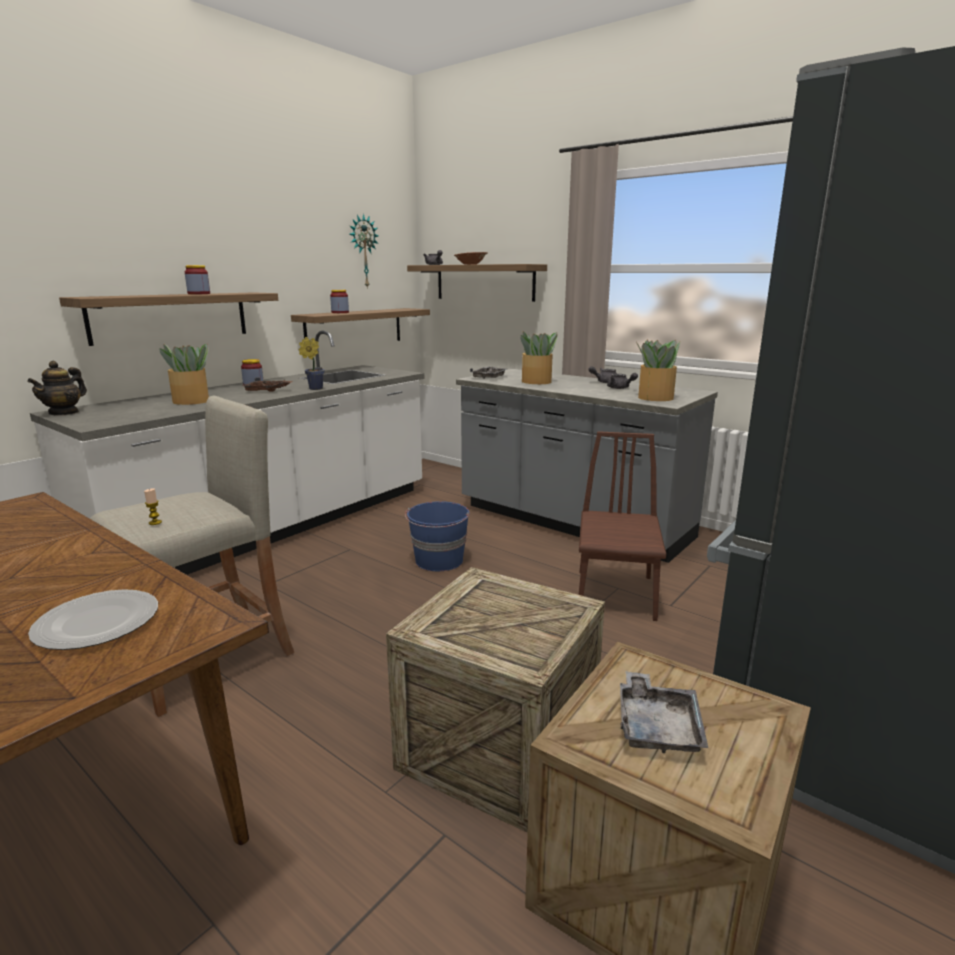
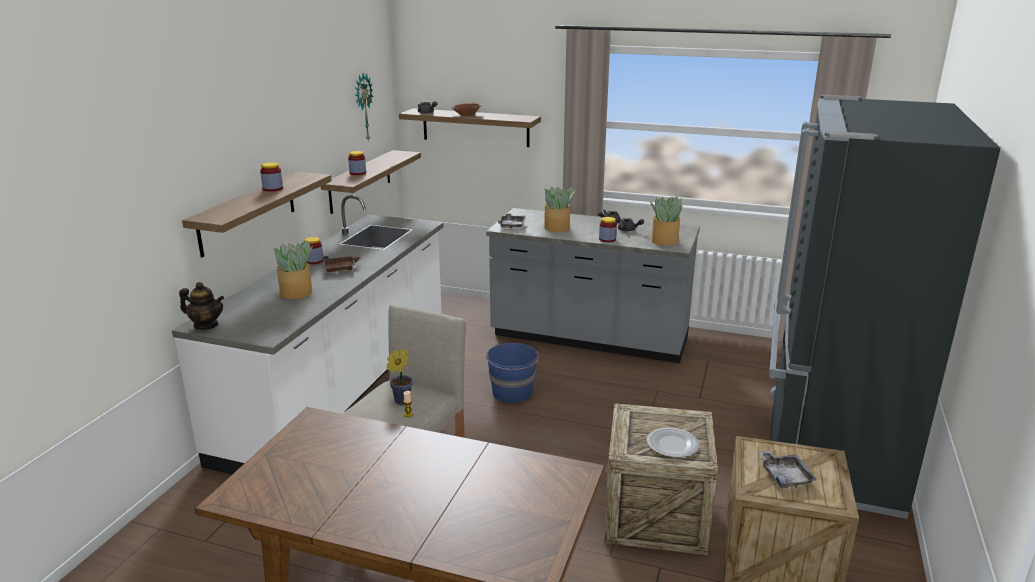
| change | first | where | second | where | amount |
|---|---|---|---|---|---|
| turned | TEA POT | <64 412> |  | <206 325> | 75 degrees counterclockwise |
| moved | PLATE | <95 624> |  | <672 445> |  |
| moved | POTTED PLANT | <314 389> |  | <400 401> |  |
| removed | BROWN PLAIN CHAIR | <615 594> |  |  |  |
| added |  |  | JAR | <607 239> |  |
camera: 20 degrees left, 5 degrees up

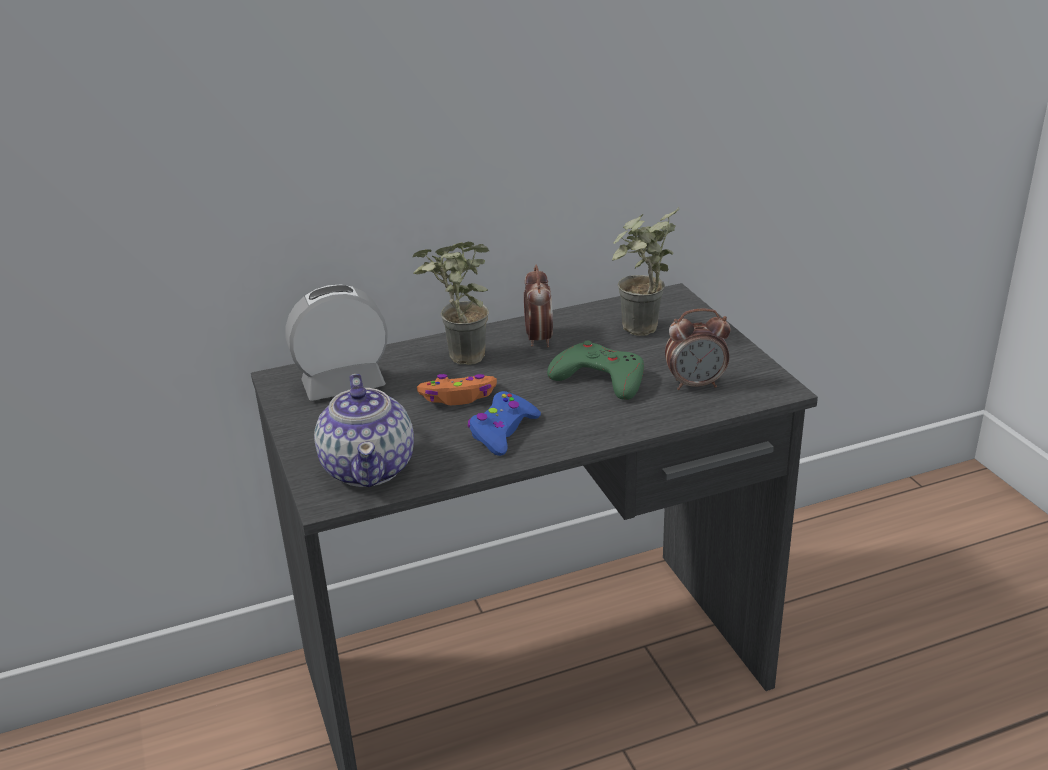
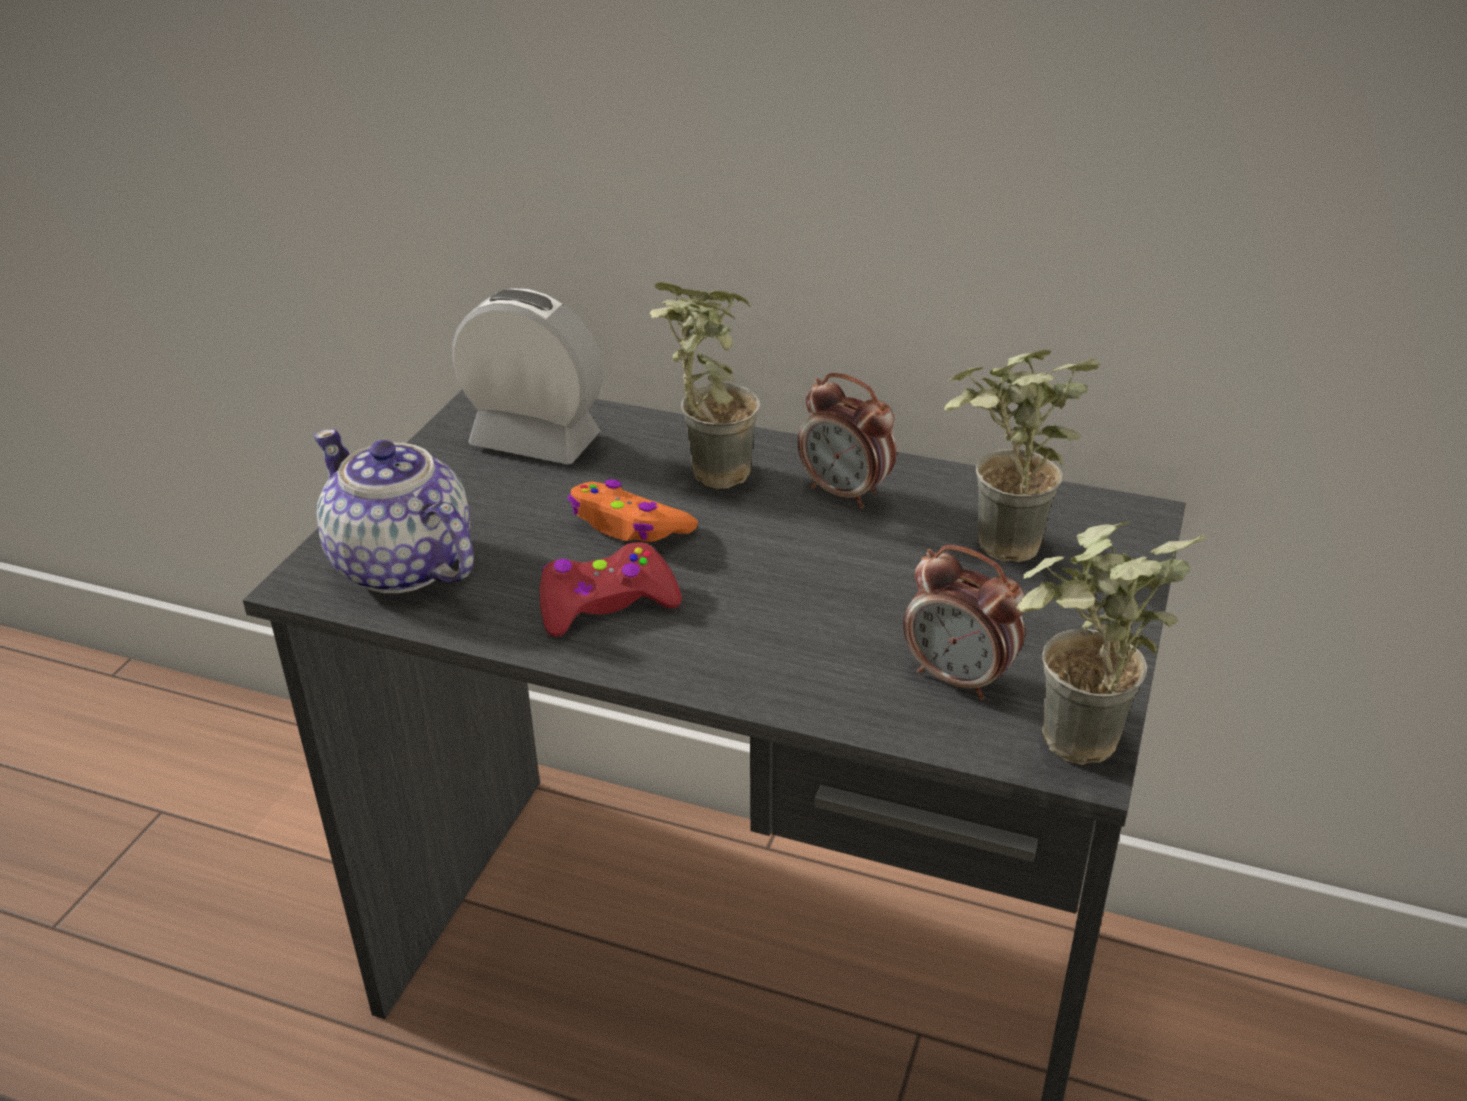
| change | first | where | second | where | amount |
|---|---|---|---|---|---|
| turned | TEA POT | <369 467> |  | <402 566> | 105 degrees clockwise |
| recoloured | BLUISH JOYPAD | <502 432> | REDDISH JOYPAD | <606 603> |  |
| turned | ALARM CLOCK | <538 339> |  | <845 493> | 90 degrees clockwise |
| removed | GREENISH JOYPAD | <600 378> |  |  |  |
| added |  |  | POTTED PLANT | <1069 755> |  |
camera: 40 degrees right, 5 degrees up

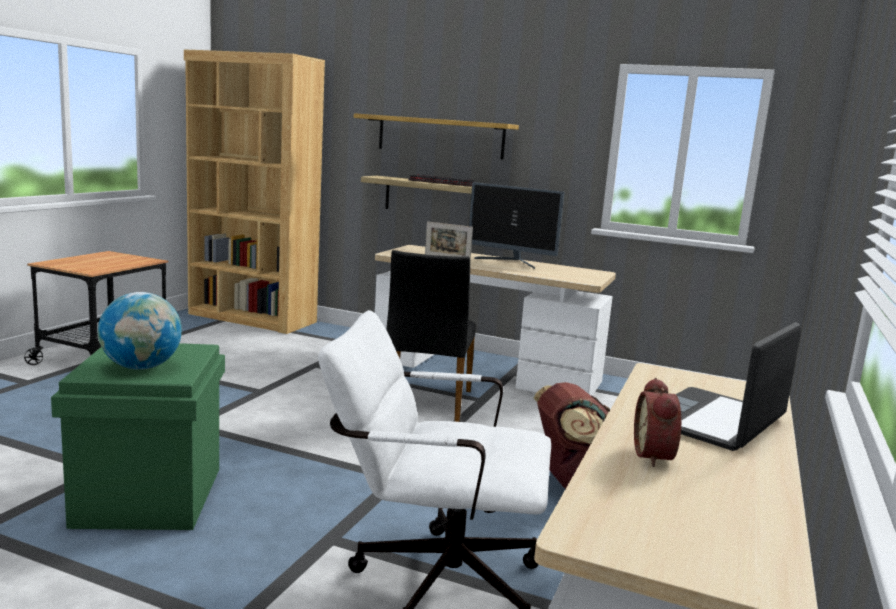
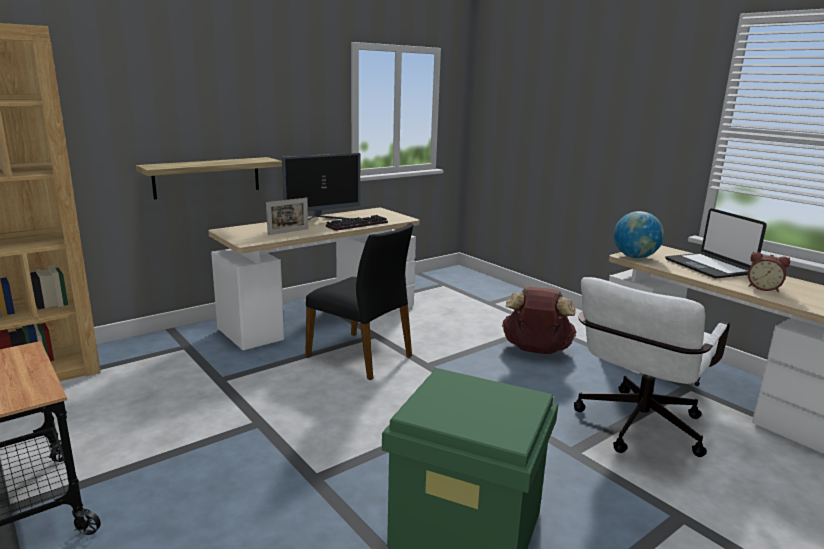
| change | first | where | second | where | amount |
|---|---|---|---|---|---|
| moved | GLOBE | <141 367> |  | <635 257> |  |
| removed | SHELF | <440 136> |  |  |  |
| moved | KEYBOARD | <444 183> |  | <357 224> |  |
camera: 60 degrees left, 5 degrees up

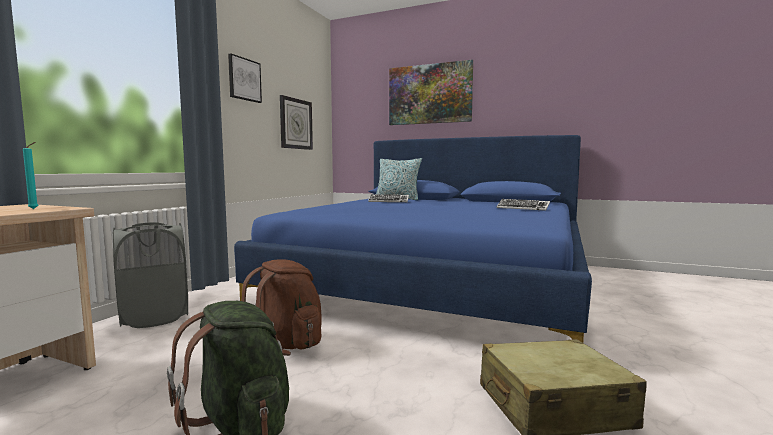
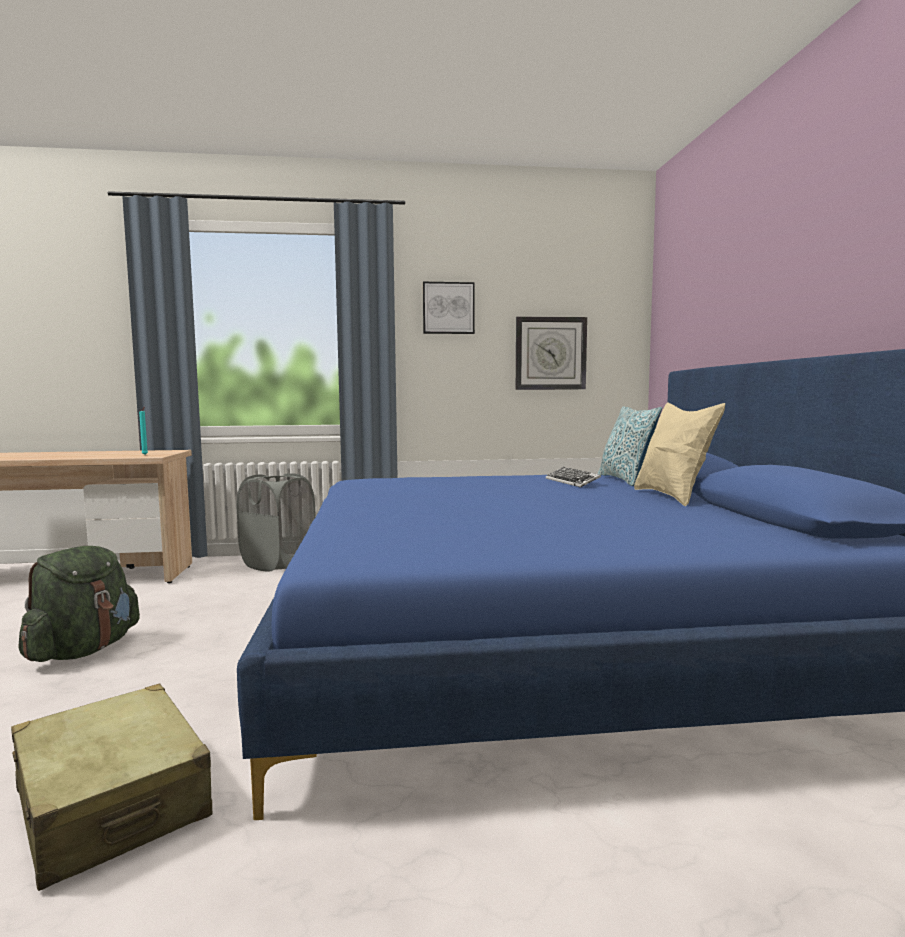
| change | first | where | second | where | amount |
|---|---|---|---|---|---|
| removed | BROWN BACKPACK | <287 343> |  |  |  |
| removed | WALL ART | <429 94> |  |  |  |
| removed | KEYBOARD | <522 208> |  |  |  |
| added |  |  | SAND-COLOURED THROW PILLOW | <673 497> |  |
camera: 60 degrees right, 0 degrees up

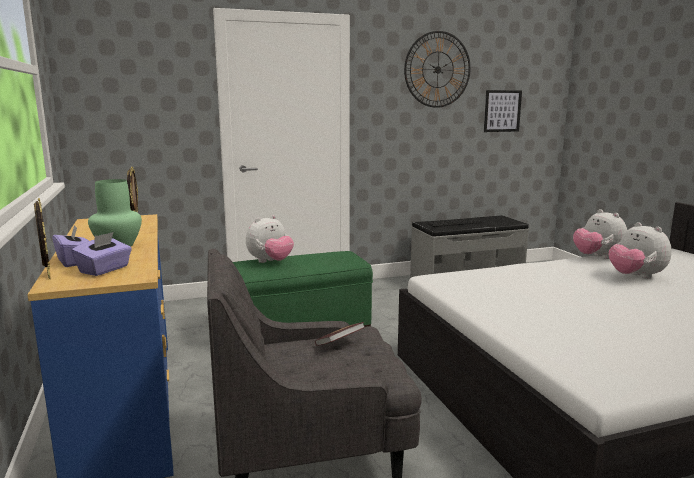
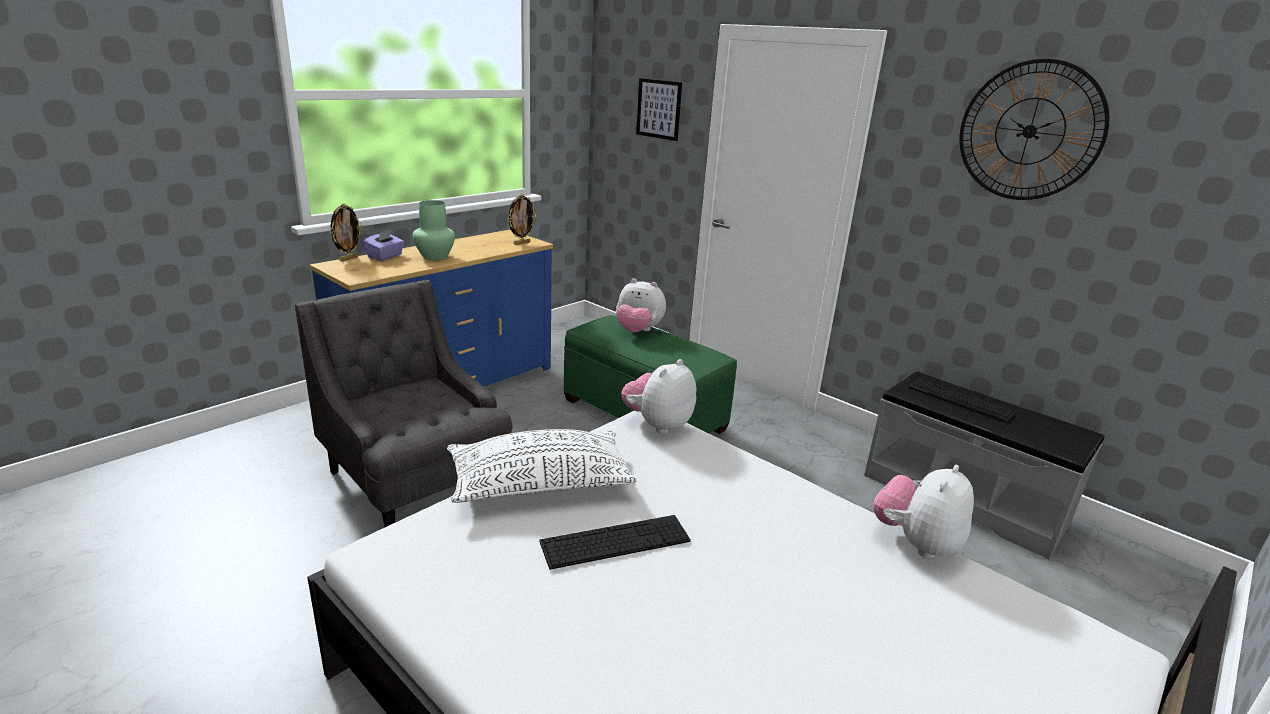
| change | first | where | second | where | amount |
|---|---|---|---|---|---|
| removed | PURPLISH BOX OF TISSUES | <105 270> |  |  |  |
| removed | BOUND BOOK | <340 343> |  |  |  |
| moved | WALL ART | <502 111> |  | <659 109> |  |
| moved | PLUSH TOY | <635 276> |  | <658 424> |  |
| added |  |  | WHITE-COLOURED THROW PILLOW | <540 483> |  |
| added |  |  | KEYBOARD | <615 541> |  |
camera: 60 degrees right, 10 degrees up

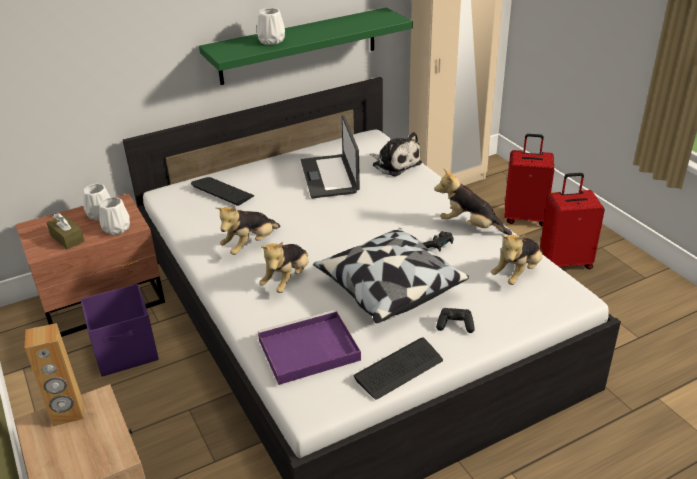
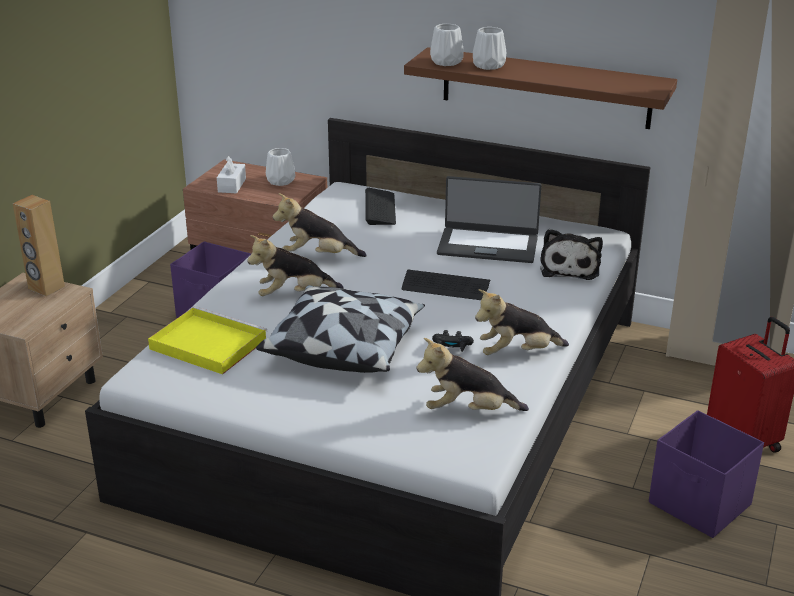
| change | first | where | second | where | amount |
|---|---|---|---|---|---|
| recoloured | BROWN BOX OF TISSUES | <67 238> | WHITE-COLOURED BOX OF TISSUES | <232 185> |  |
| moved | WHITE-COLOURED FLOWER VASE | <117 228> |  | <447 62> |  |
| recoloured | GREENISH SHELF | <298 46> | BROWN SHELF | <545 88> |  |
| recoloured | PURPLISH SERVING TRAY | <307 351> | YELLOW-COLOURED SERVING TRAY | <206 344> |  |
| turned | PORTABLE COMPUTER | <330 176> |  | <488 245> | 120 degrees counterclockwise |
| moved | KEYBOARD | <399 369> |  | <445 287> |  |
| turned | PLUSH TOY | <470 226> |  | <517 353> | 90 degrees counterclockwise |
| removed | BLACK-COLOURED JOYPAD | <455 325> |  |  |  |
| replaced | REDDISH TRAVEL CASE | <565 261> | PURPLISH STORAGE BOX | <700 505> |  |
camera: 50 degrees right, 5 degrees down

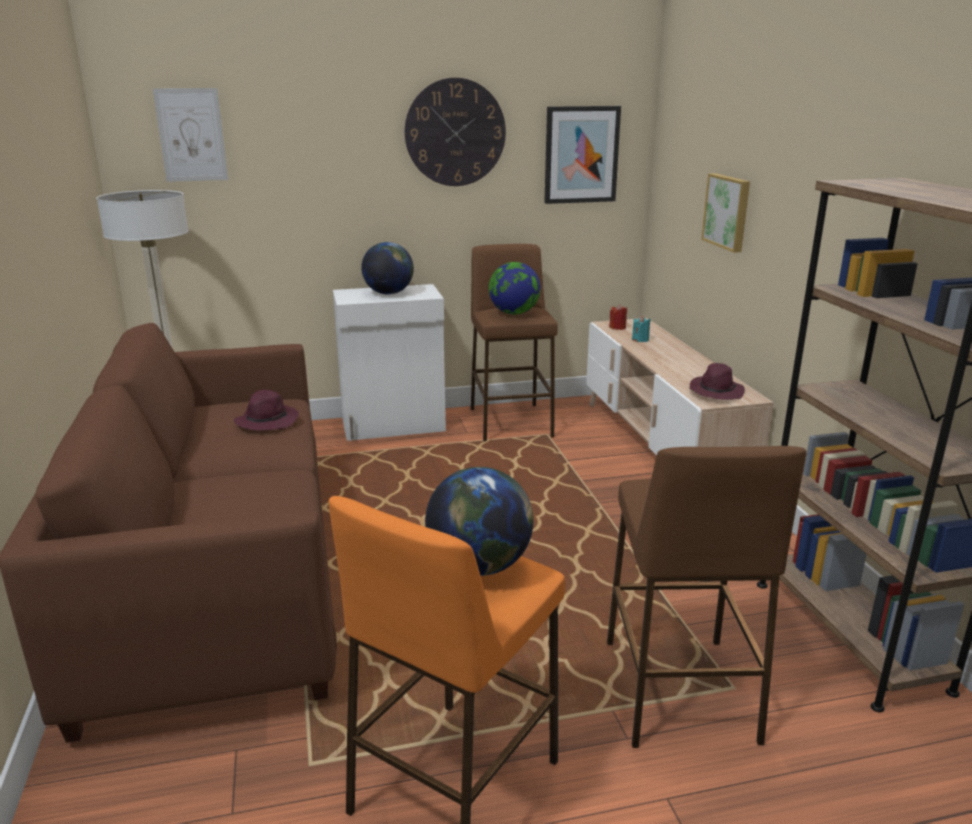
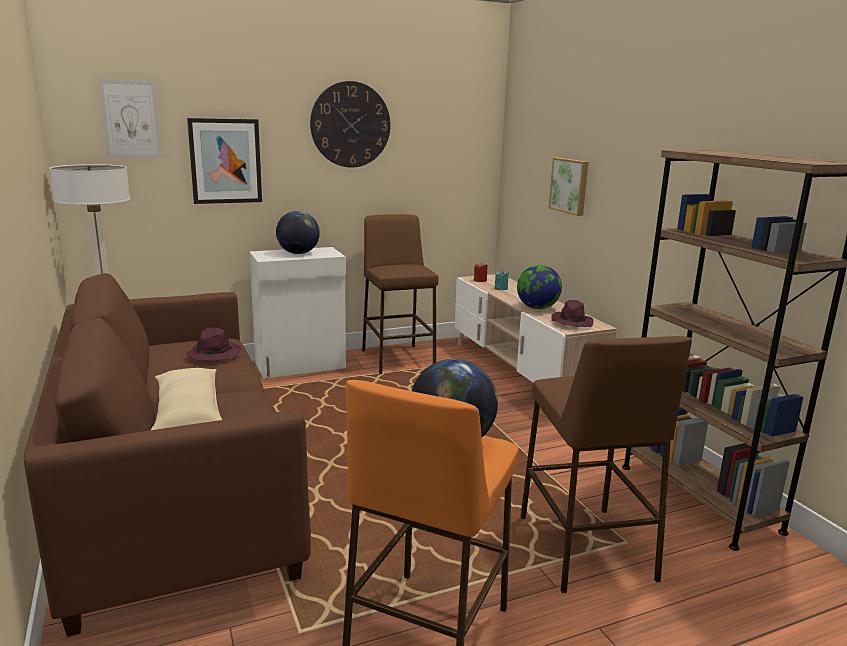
| change | first | where | second | where | amount |
|---|---|---|---|---|---|
| moved | GLOBE | <514 313> |  | <537 308> |  |
| moved | WALL ART | <581 155> |  | <225 161> |  |
| added |  |  | SAND-COLOURED THROW PILLOW | <188 413> |  |
camera: 10 degrees left, 5 degrees down

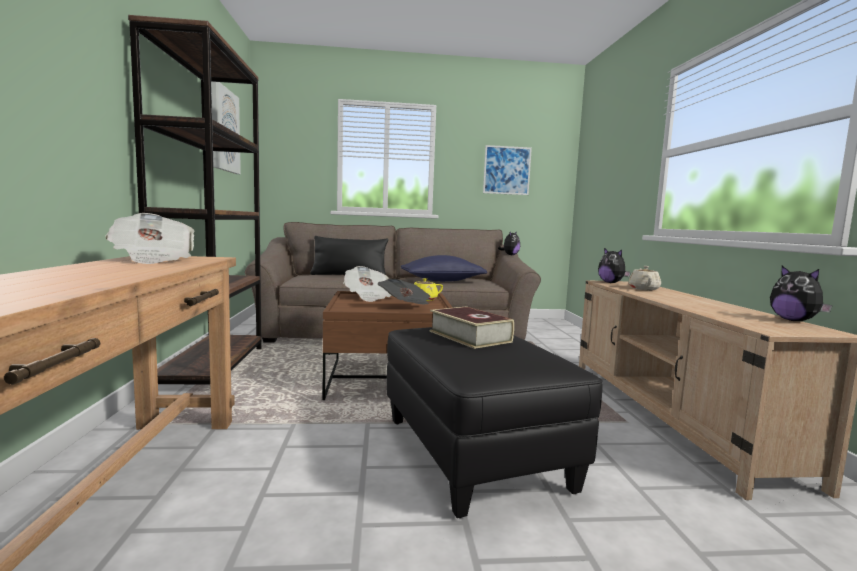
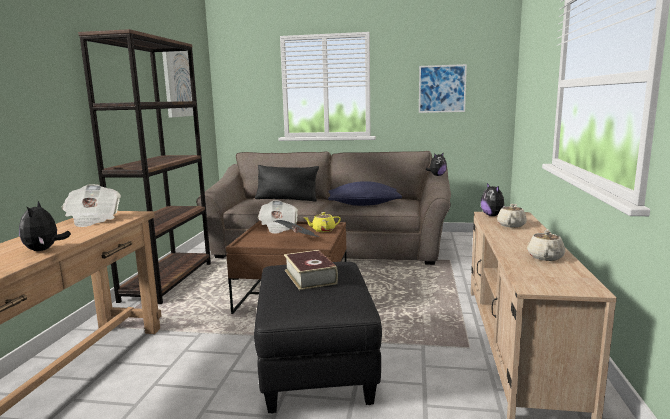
| change | first | where | second | where | amount |
|---|---|---|---|---|---|
| moved | PLUSH TOY | <794 320> |  | <44 250> |  |
| added |  |  | SAND-COLOURED TEA POT | <545 257> |  |
camera: 15 degrees right, 5 degrees up

